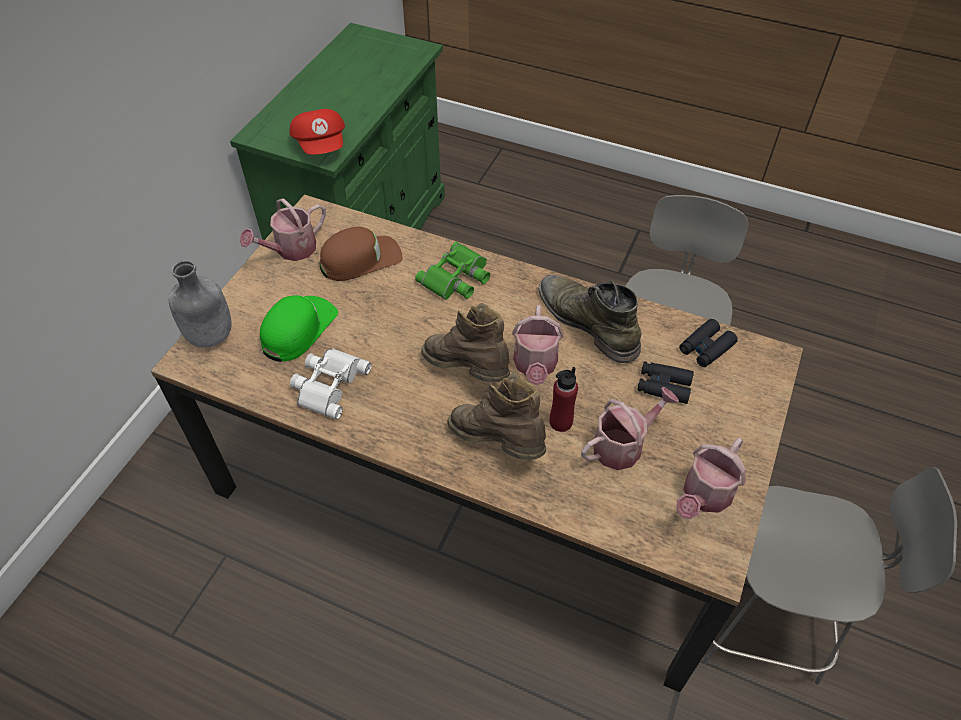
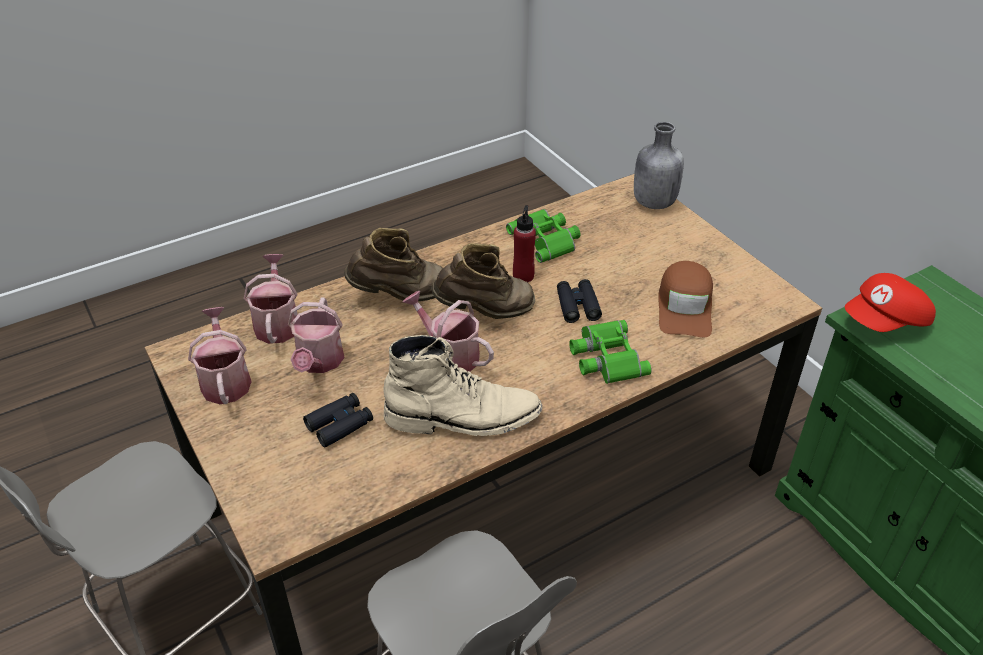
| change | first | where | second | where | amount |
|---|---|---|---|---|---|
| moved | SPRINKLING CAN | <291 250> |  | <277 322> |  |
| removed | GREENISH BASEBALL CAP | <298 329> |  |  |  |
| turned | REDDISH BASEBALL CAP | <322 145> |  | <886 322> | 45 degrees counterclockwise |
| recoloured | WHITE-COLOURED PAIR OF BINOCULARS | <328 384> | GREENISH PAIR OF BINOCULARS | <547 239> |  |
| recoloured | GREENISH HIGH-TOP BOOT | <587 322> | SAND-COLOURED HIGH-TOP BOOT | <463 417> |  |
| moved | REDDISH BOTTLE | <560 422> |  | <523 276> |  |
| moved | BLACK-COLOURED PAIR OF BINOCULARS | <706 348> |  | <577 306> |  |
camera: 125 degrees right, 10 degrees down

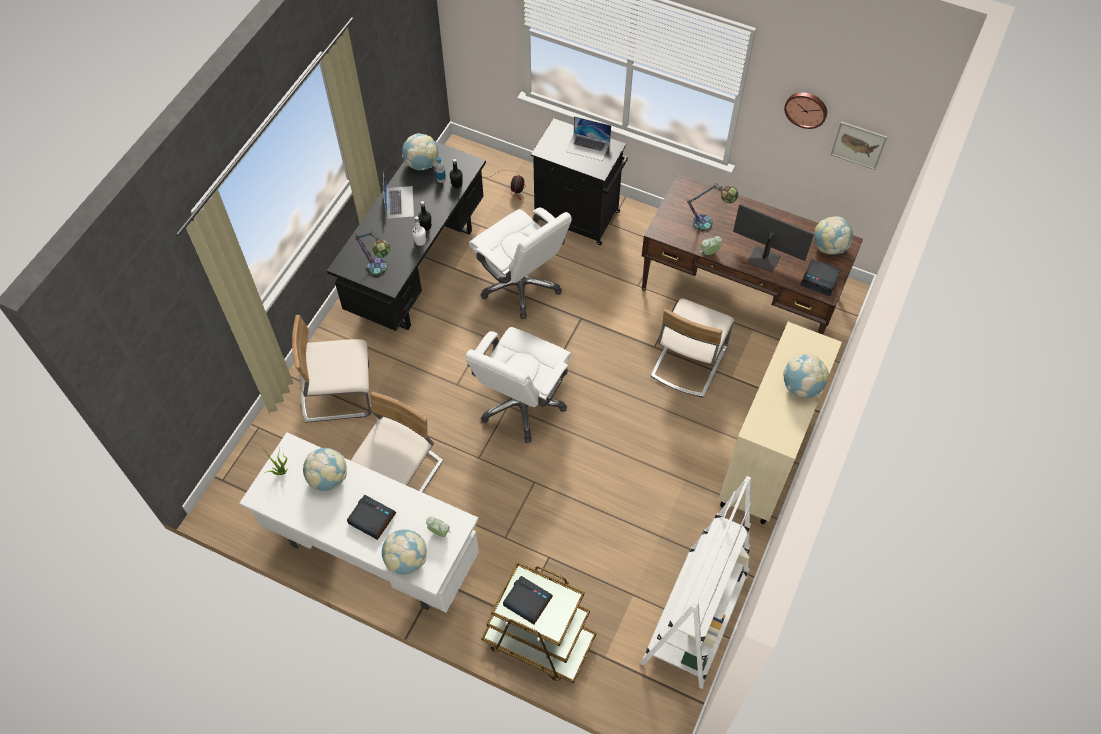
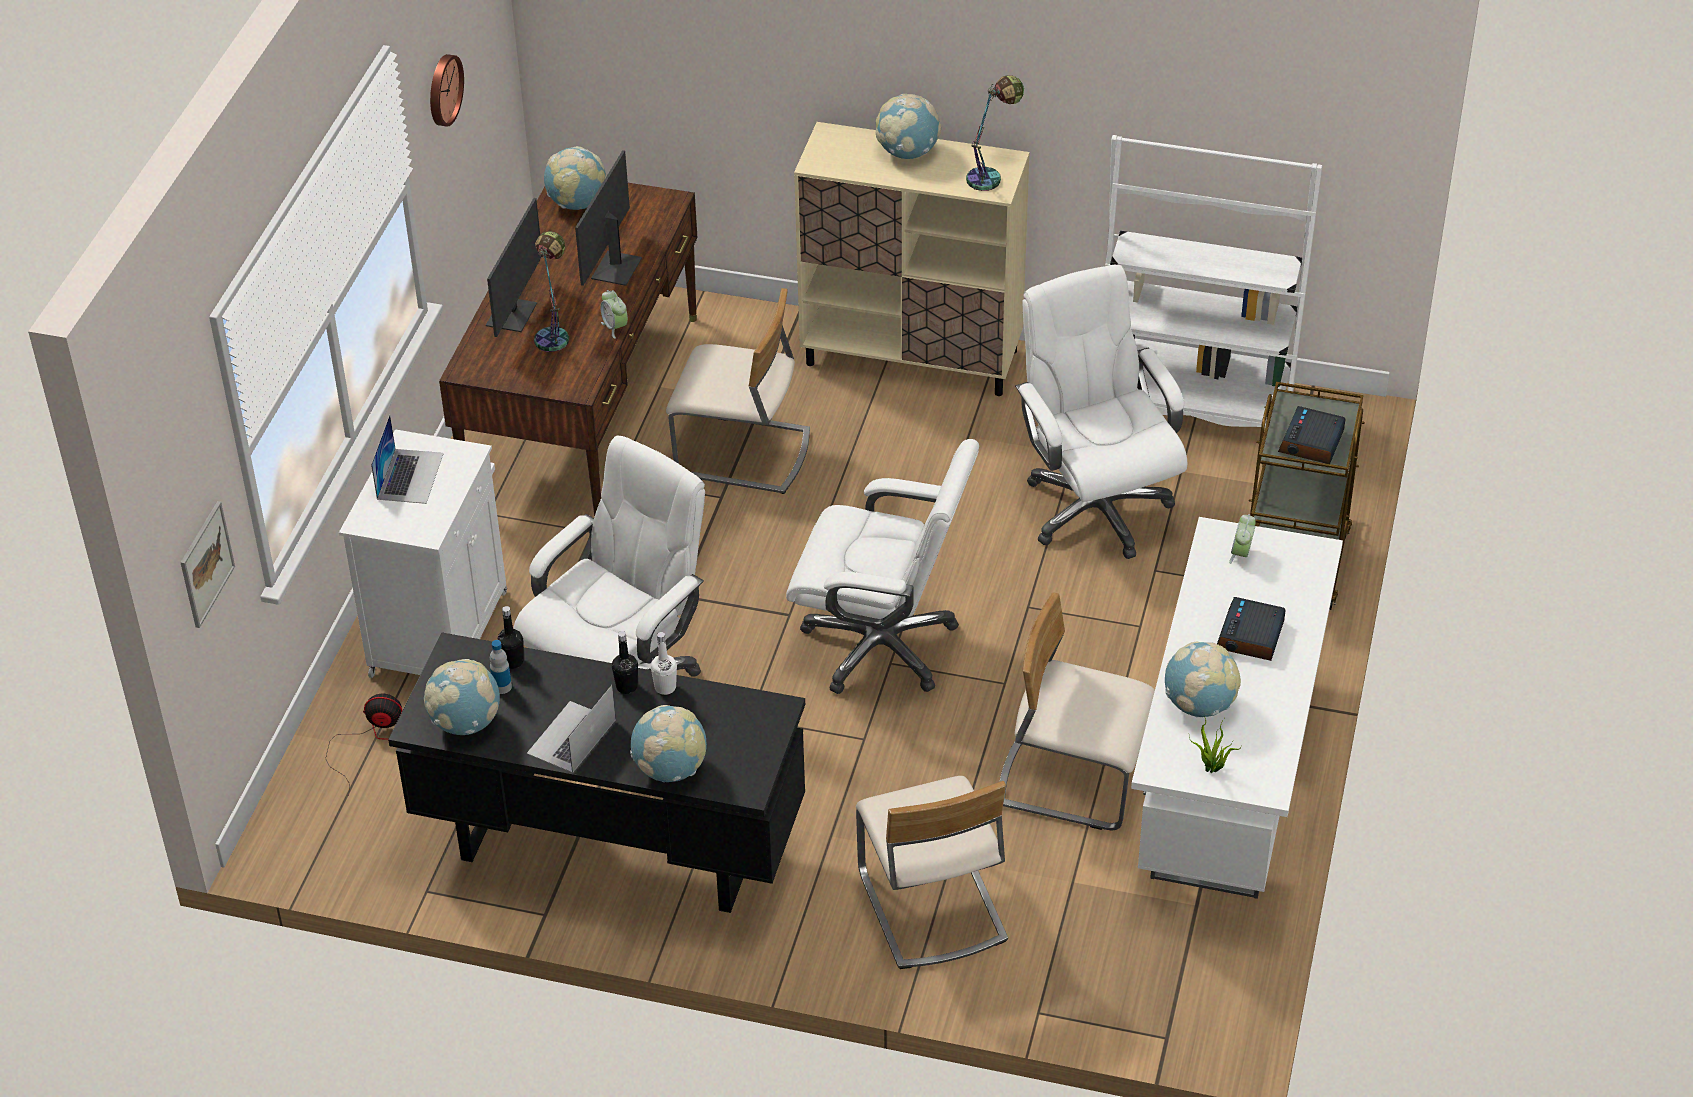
| change | first | where | second | where | amount |
|---|---|---|---|---|---|
| moved | TABLETOP LAMP | <380 271> |  | <991 176> |  |
| moved | GLOBE | <406 560> |  | <670 769> |  |
| turned | PORTABLE COMPUTER | <399 202> |  | <571 737> | 45 degrees counterclockwise |
| recoloured | BLACK-COLOURED CABINET | <578 217> | WHITE-COLOURED CABINET | <440 631> |  |
| removed | ALARM CLOCK | <820 280> |  |  |  |
| moved | WALL ART | <858 145> |  | <206 564> |  |
| added |  |  | MONITOR | <513 314> |  |
| added |  |  | WHITE-COLOURED OFFICE CHAIR | <1095 508> |  |
camera: 100 degrees left, 15 degrees down

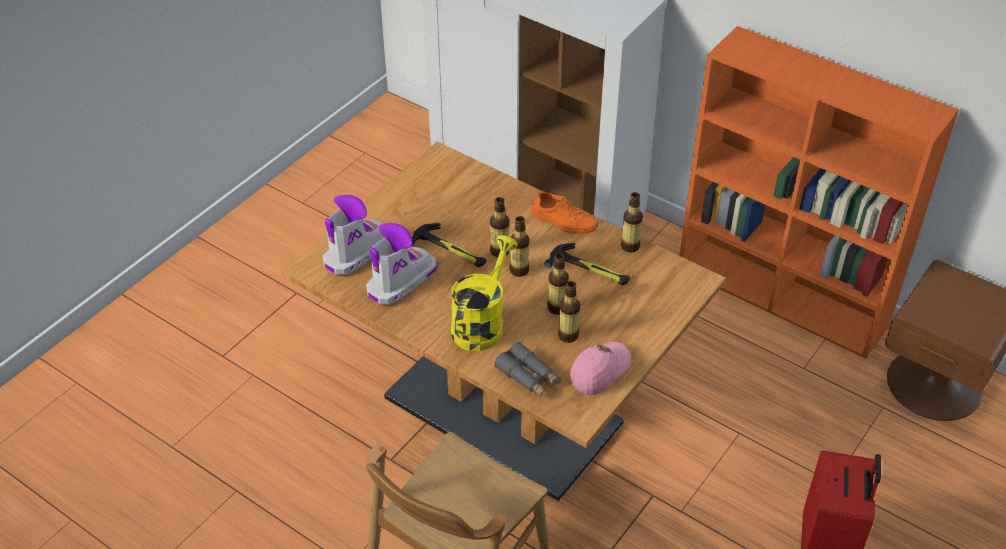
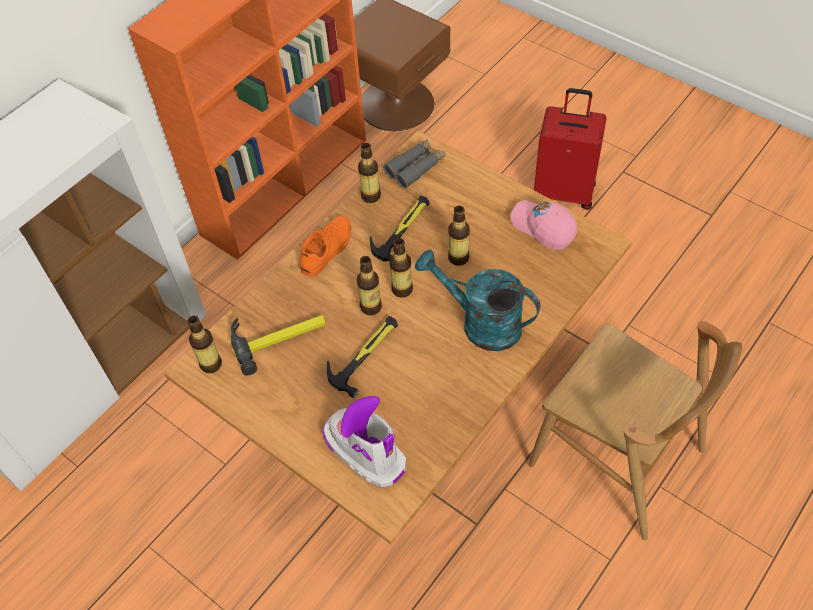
| change | first | where | second | where | amount |
|---|---|---|---|---|---|
| removed | HIGH-TOP BOOT | <401 281> |  |  |  |
| recoloured | YELLOW-COLOURED SPRINKLING CAN | <481 323> | BLUE-GREEN SPRINKLING CAN | <481 323> |  |
| moved | GRAY PAIR OF BINOCULARS | <528 376> |  | <415 167> |  |
| moved | BOTTLE | <568 335> |  | <211 364> |  |
| added |  |  | TOOL HAMMER | <279 336> |  |
camera: 85 degrees left, 10 degrees up

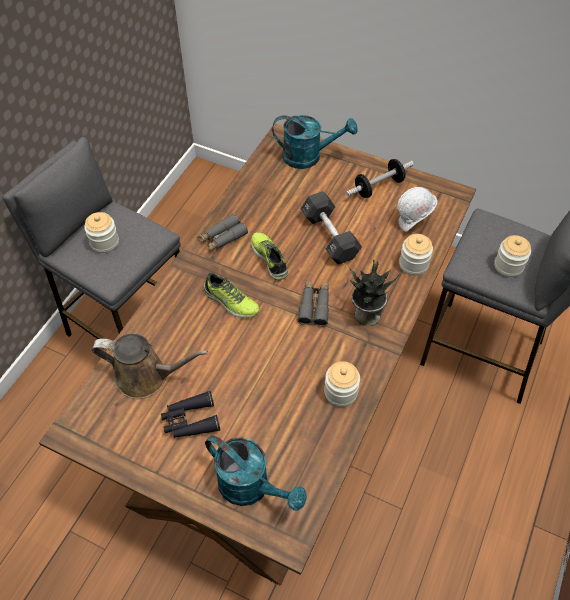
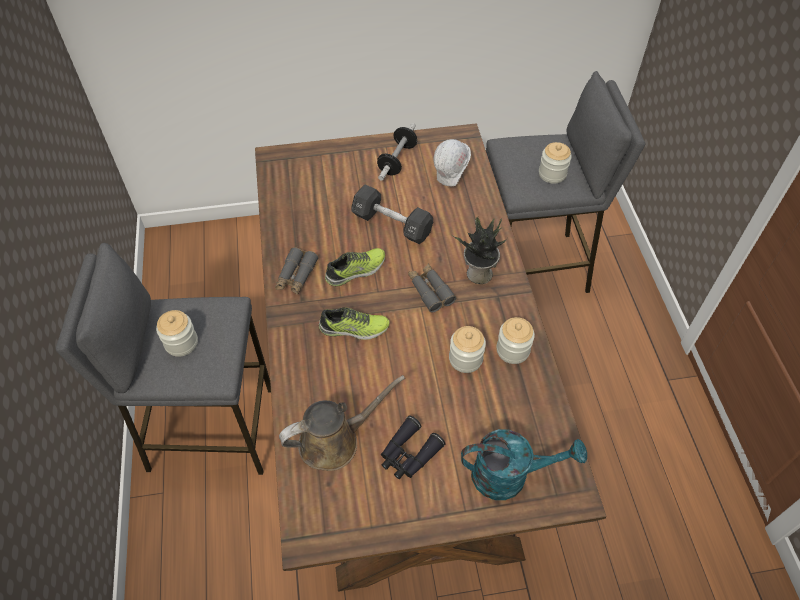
| change | first | where | second | where | amount |
|---|---|---|---|---|---|
| turned | LOW SHOE | <270 258> |  | <356 271> | 120 degrees clockwise |
| removed | BLUE-GREEN SPRINKLING CAN | <309 156> |  |  |  |
| moved | JAR | <413 264> |  | <465 359> |  |
camera: 35 degrees left, 0 degrees up

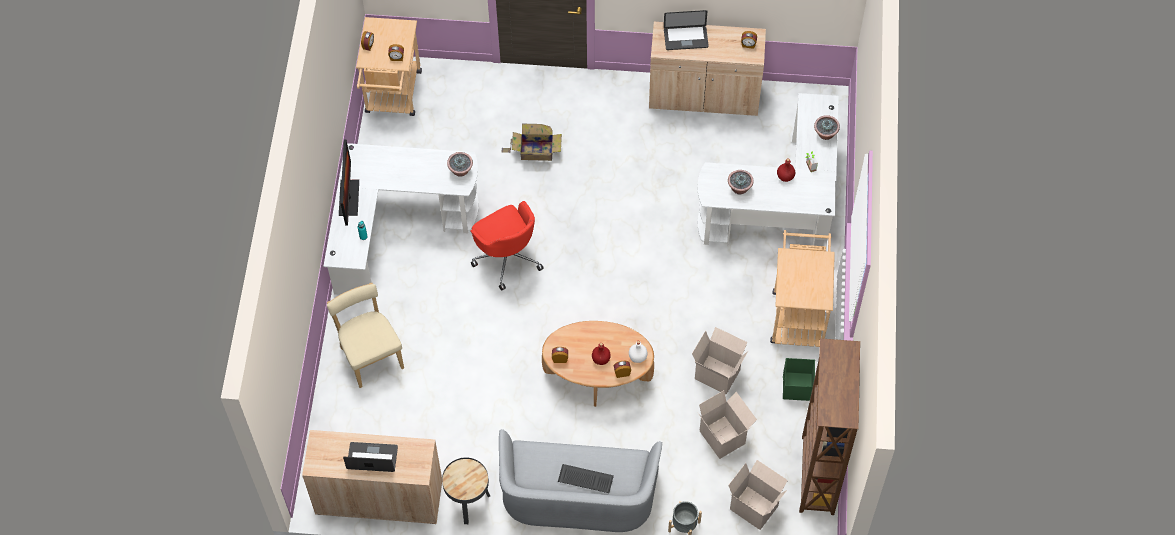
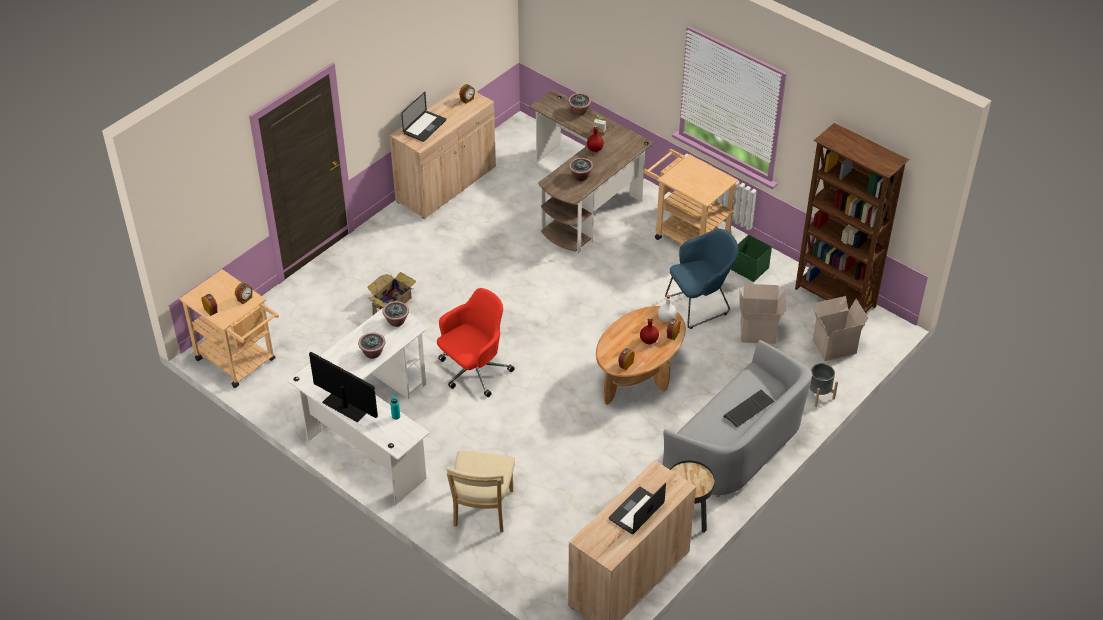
| change | first | where | second | where | amount |
|---|---|---|---|---|---|
| turned | SAND-COLOURED PLAIN CHAIR | <370 355> |  | <482 511> | 90 degrees counterclockwise |
| turned | REDDISH OFFICE CHAIR | <507 256> |  | <473 371> | 45 degrees counterclockwise |
| replaced | CARDBOARD BOX | <718 374> | BLUISH ARMCHAIR | <700 305> |  |
| recoloured | WHITE-COLOURED DESK | <779 207> | BROWN DESK | <586 198> |  |
| added |  |  | POTTED PLANT | <373 353> |  |
camera: 55 degrees left, 15 degrees down

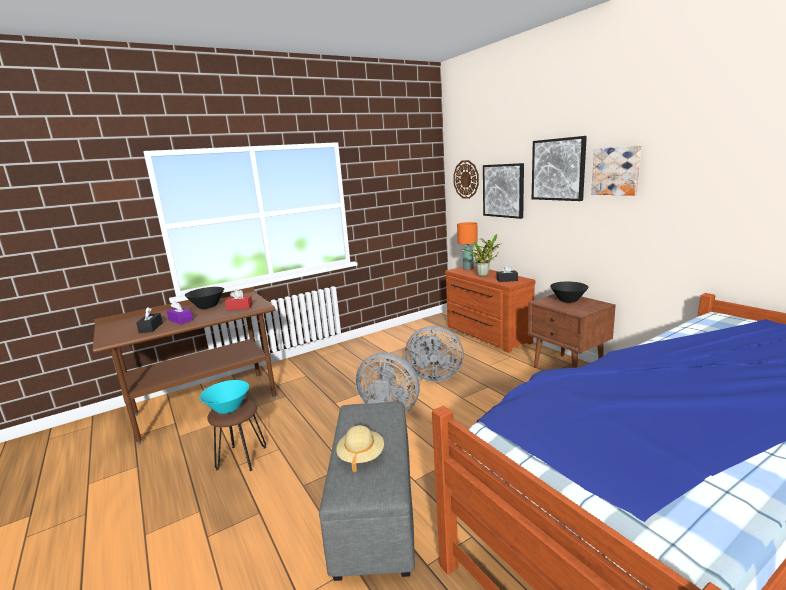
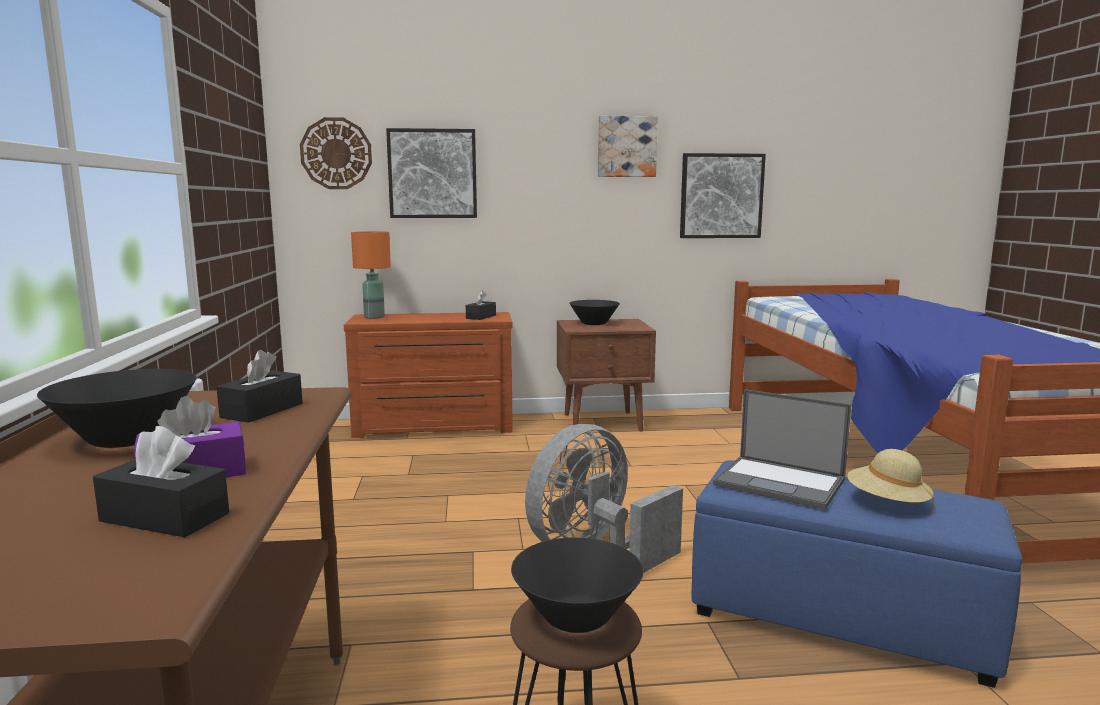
| change | first | where | second | where | amount |
|---|---|---|---|---|---|
| recoloured | BLUE-GREEN SERVING BOWL | <228 408> | BLACK-COLOURED SERVING BOWL | <577 617> |  |
| recoloured | REDDISH BOX OF TISSUES | <239 307> | BLACK-COLOURED BOX OF TISSUES | <262 410> |  |
| recoloured | GRAY FOOTREST | <375 510> | BLUISH FOOTREST | <841 619> |  |
| removed | GRAY COOLING FAN | <433 376> |  |  |  |
| removed | POTTED PLANT | <484 275> |  |  |  |
| moved | WALL ART | <558 169> |  | <721 196> |  |
| added |  |  | PORTABLE COMPUTER | <781 483> |  |
camera: 65 degrees left, 5 degrees down

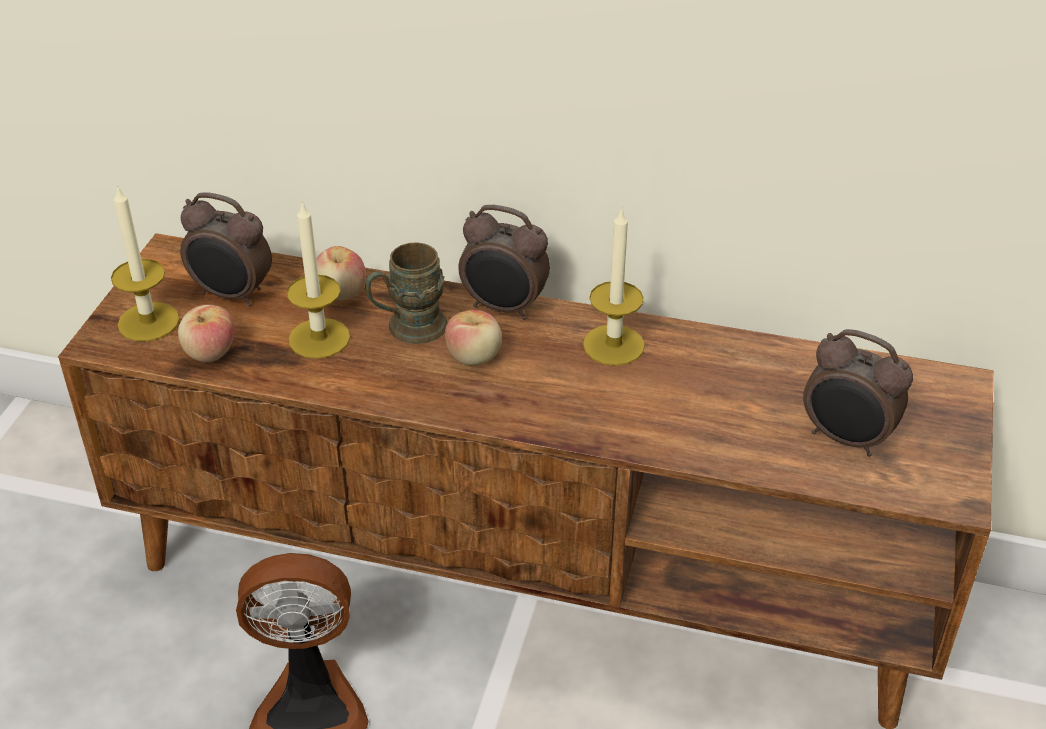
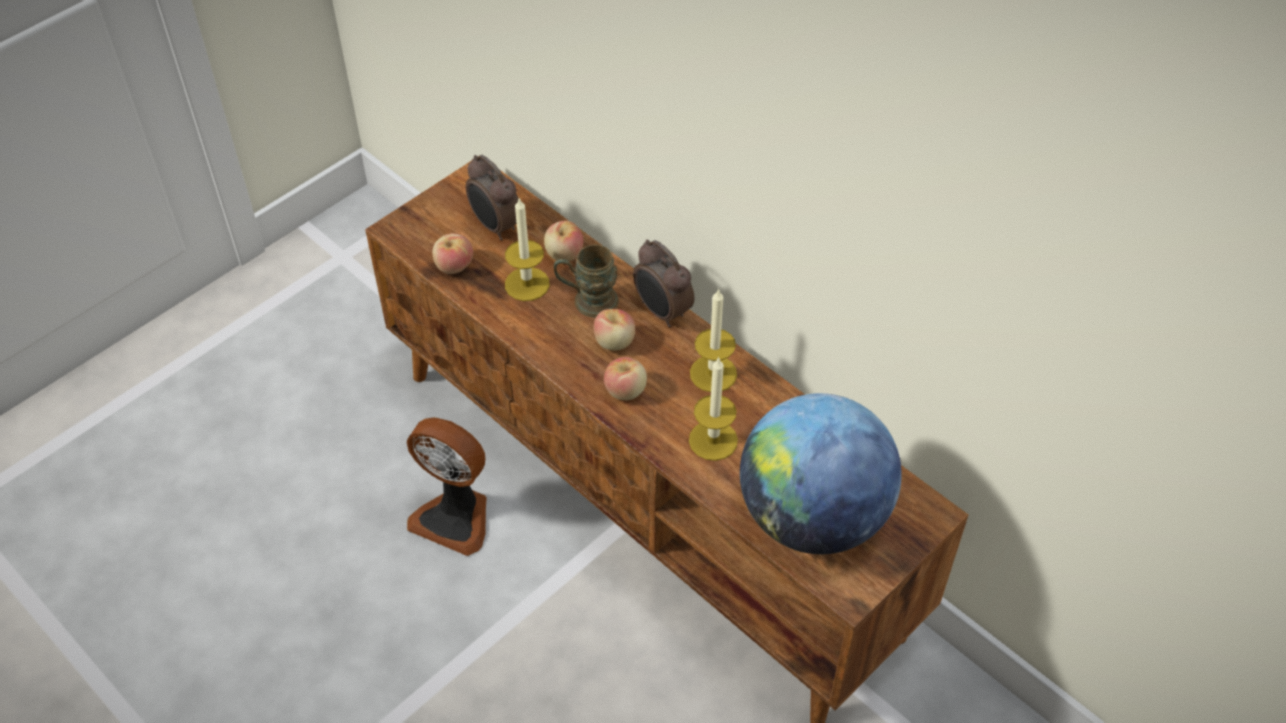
| change | first | where | second | where | amount |
|---|---|---|---|---|---|
| moved | WAX CANDLE | <148 322> |  | <713 440> |  |
| replaced | ALARM CLOCK | <846 439> | GLOBE | <812 517> |  |
| added |  |  | WHOLE APPLE | <625 390> |  |
camera: 30 degrees right, 10 degrees up

